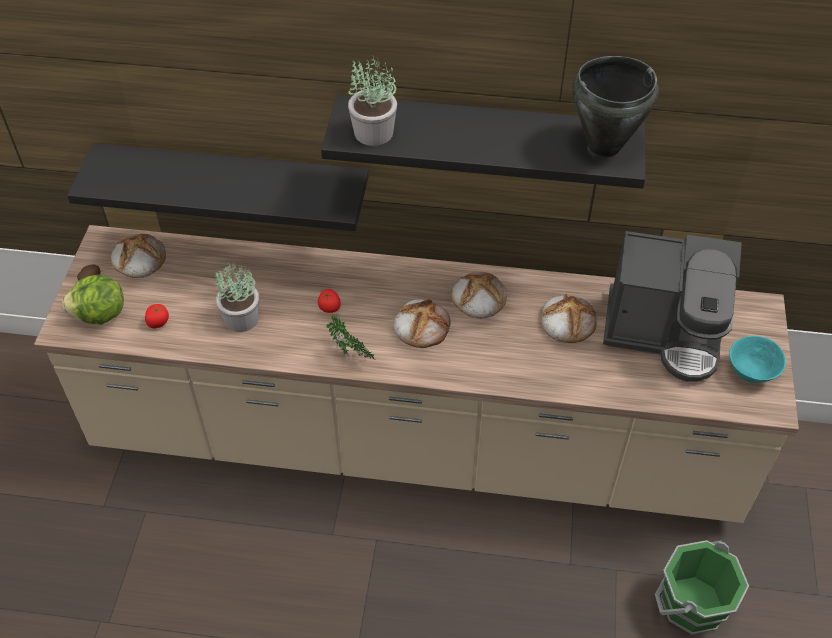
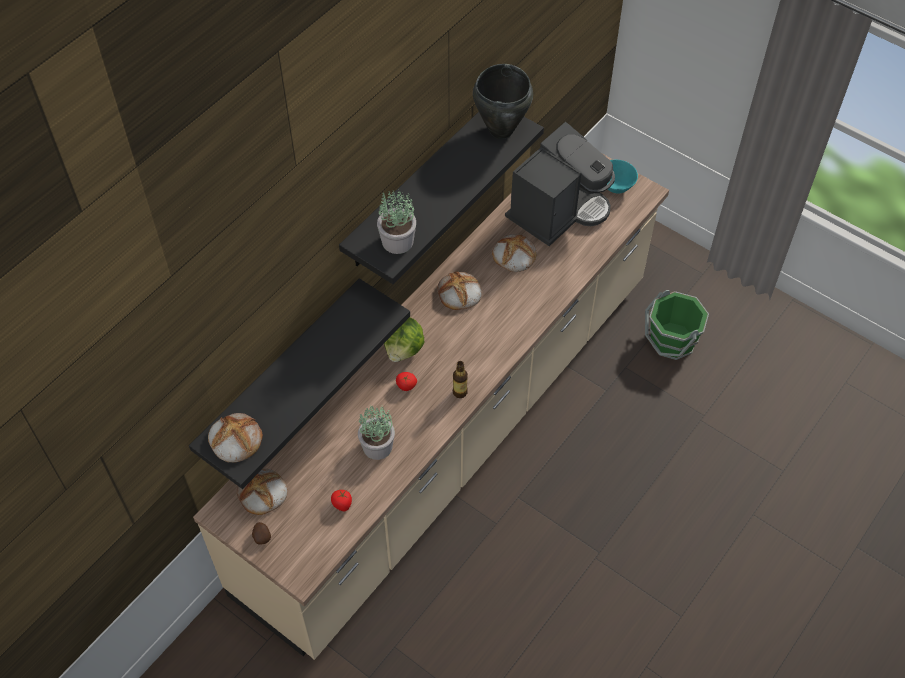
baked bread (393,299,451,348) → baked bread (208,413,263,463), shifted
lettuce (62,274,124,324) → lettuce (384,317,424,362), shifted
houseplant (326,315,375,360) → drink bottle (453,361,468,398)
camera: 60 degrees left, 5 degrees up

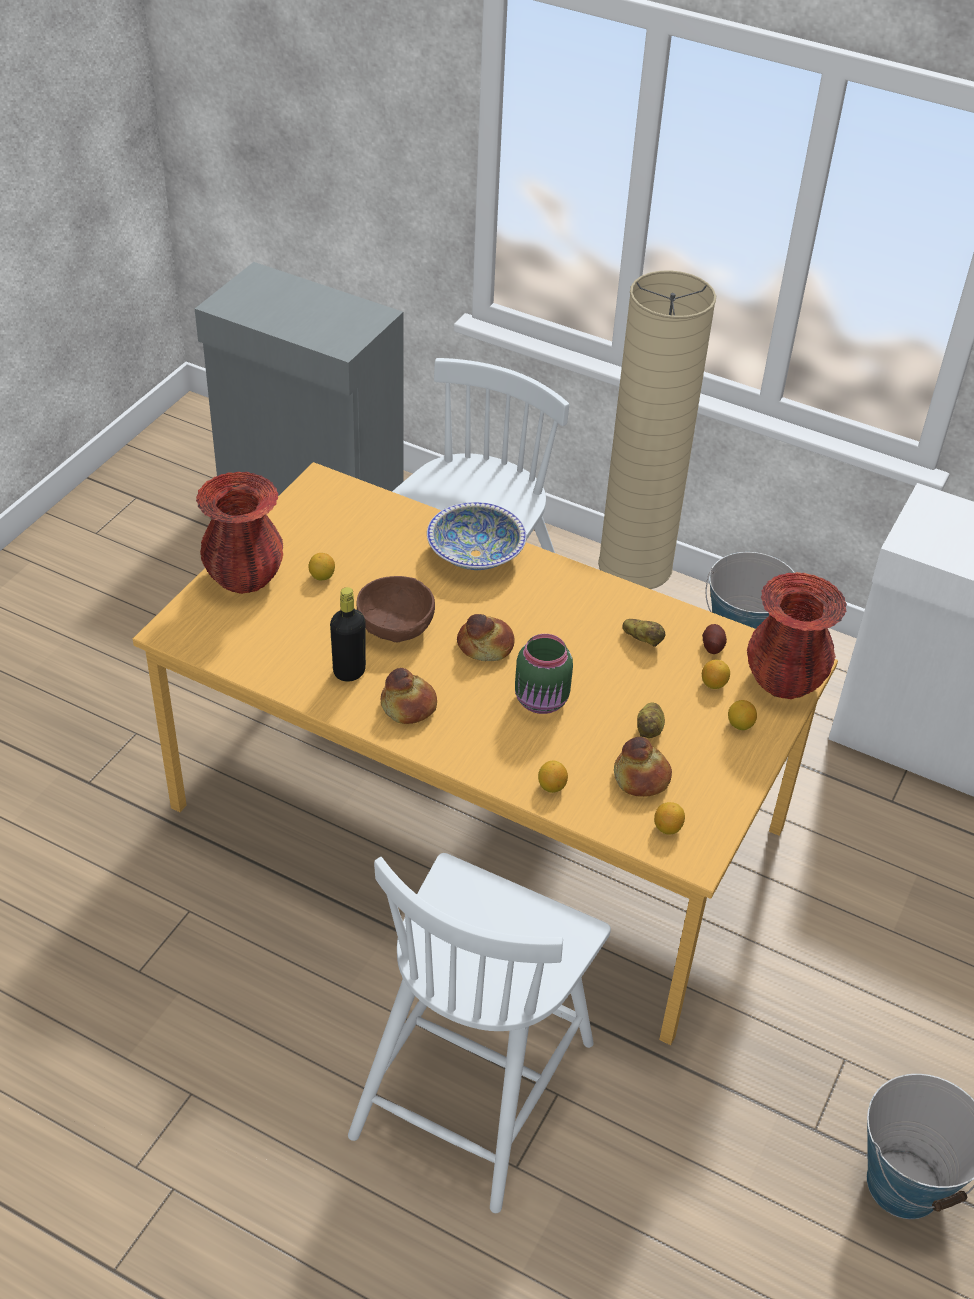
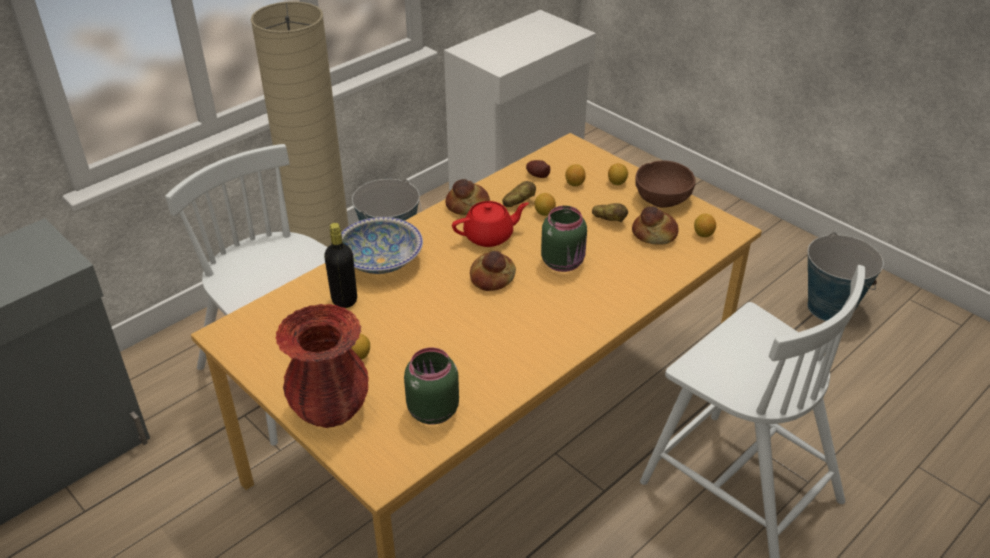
drink bottle/black-coloured (330,587,366,682) → drink bottle/black-coloured (324,223,357,308), shifted
- → jar/greenish (404,348,459,425)
baked bread (381,668,437,724) → baked bread (446,179,490,215), shifted
- → teapot/reddish (452,201,529,247)
citrus fruit (538,761,568,793) → citrus fruit (535,193,556,216), shifted
bowl/brownish (356,576,435,642) → bowl/brownish (635,160,696,208), shifted
flower vase/reddish (747,572,847,699) → -
camera: 70 degrees left, 5 degrees down

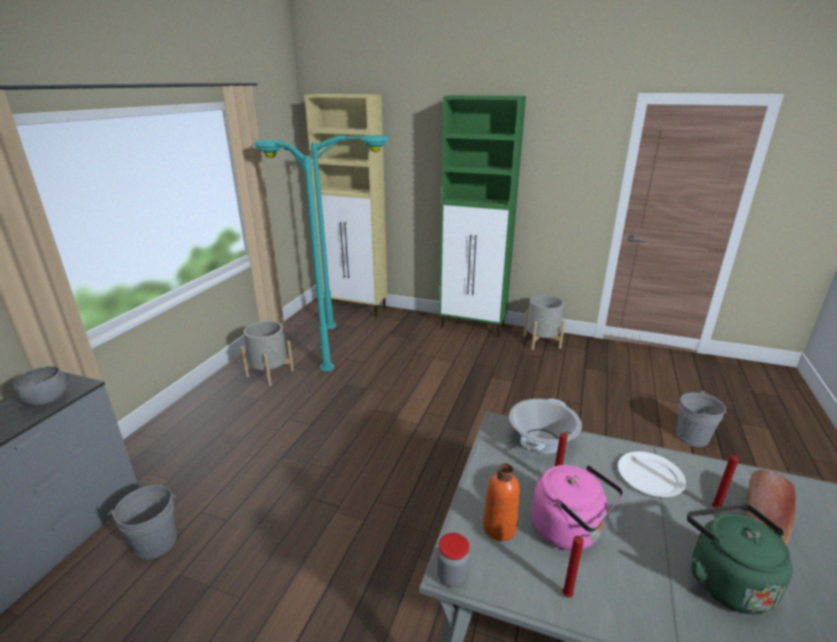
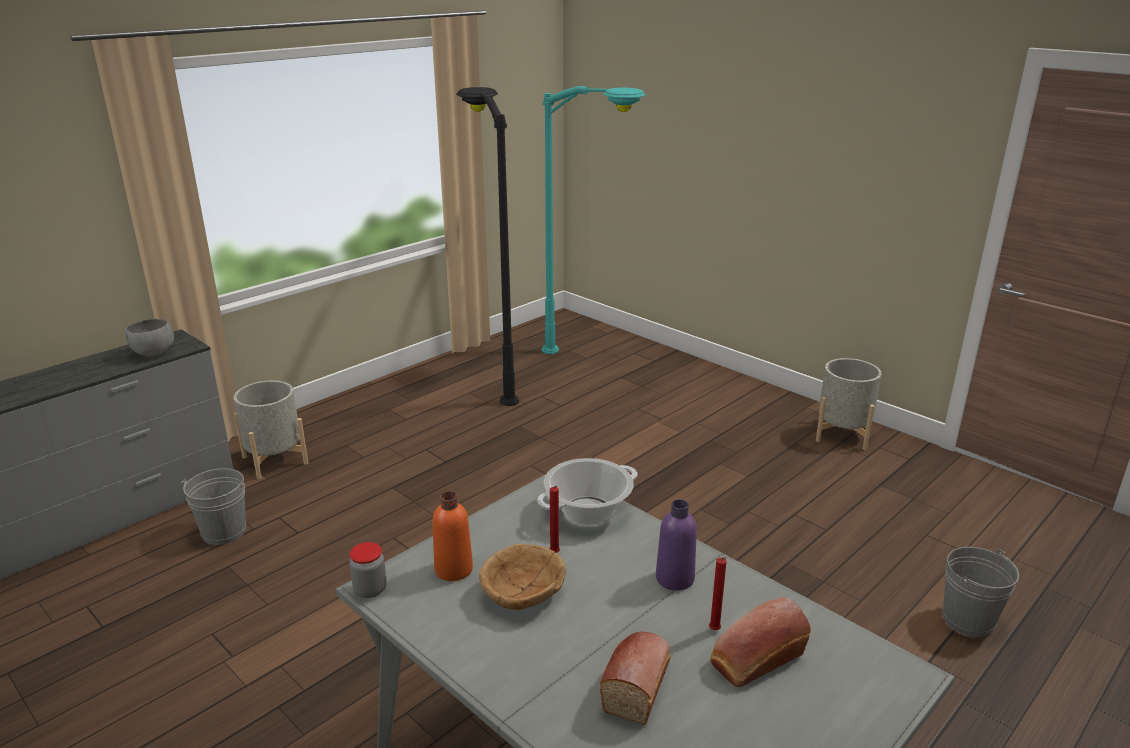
planter/grey (241,321,294,386) → planter/grey (234,380,308,479), shifted
floor lamp/turquoise (253,140,334,372) → floor lamp/black-coloured (456,87,519,406)
tea kettle/pinkish (532,465,623,550) → bowl/brownish (479,544,566,610)
tea kettle/greenish (687,504,792,614) → baked bread (600,632,671,725)
plate/white-coloured (618,452,686,497) → drink bottle/purple (656,499,697,591)
cupboard/beige (304,94,388,317) → -
cupboard/greenish (439,95,526,336) → -
wax light/reddish (562,534,591,598) → -
camera: 25 degrees right, 0 degrees up

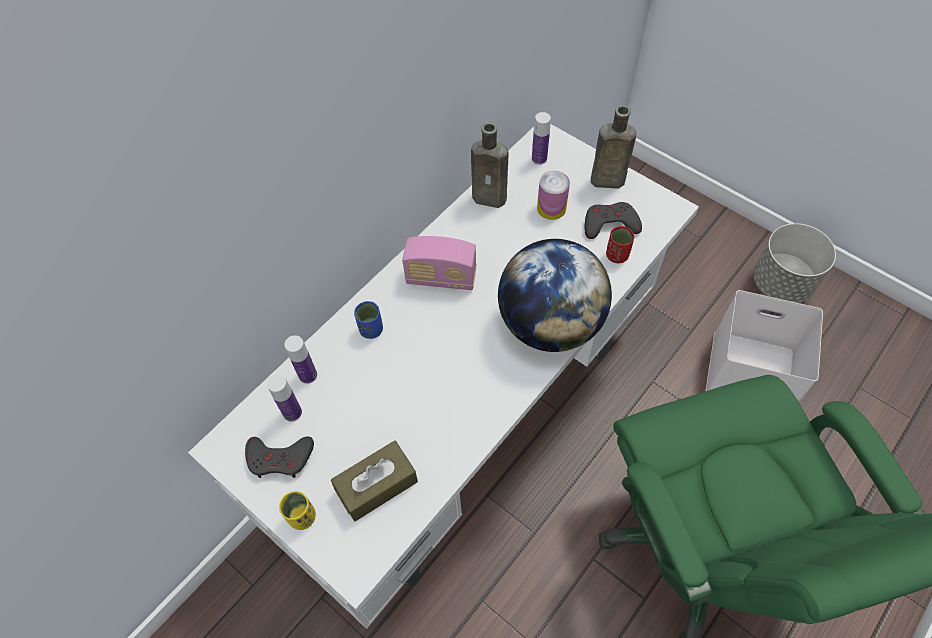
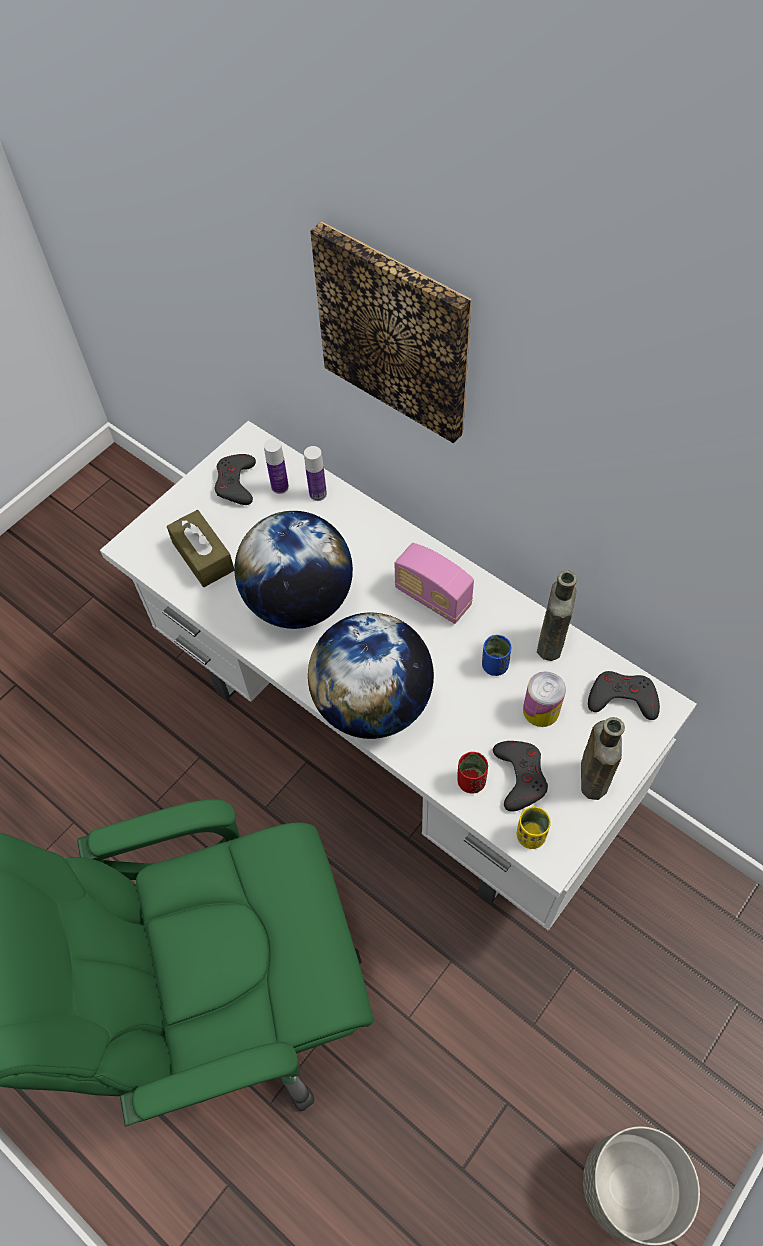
- → desk globe (234,511,353,629)
- → wall picture (310,221,472,443)
radio receiver (402,236,477,290) → radio receiver (394,543,474,624), 60 degrees counterclockwise
small cup/blue-coloured (354,301,383,339) → small cup/blue-coloured (482,635,511,676), shifted
small cup/yellowish (279,491,316,530) → small cup/yellowish (517,806,551,849), shifted
drink bottle (532,112,551,165) → game controller/grey (588,671,660,720)
storage box/white-coloured (705,290,823,402) → -
camera: 90 degrees right, 0 degrees up

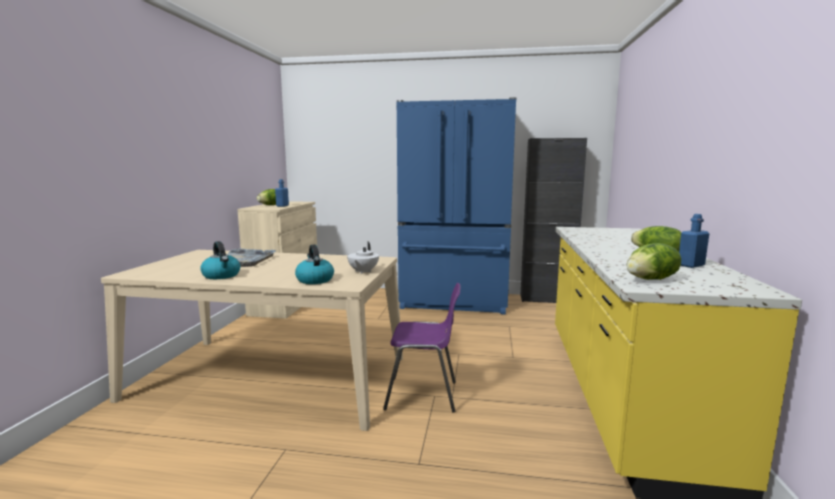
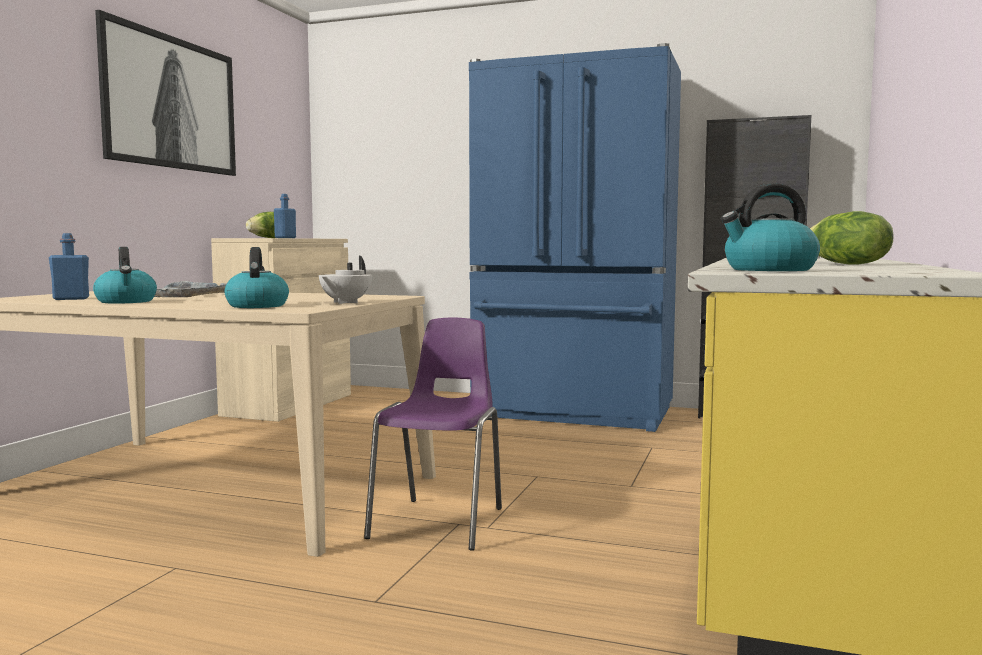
drink bottle/blue-coloured (679,214,709,268) → drink bottle/blue-coloured (49,233,89,300), shifted
- → wall picture (95,10,236,176)
upright chair/purple (383,283,460,413) → upright chair/purple (364,318,502,551), 90 degrees counterclockwise
lettuce (627,243,681,280) → tea kettle (721,183,820,271)
camera: 10 degrees right, 5 degrees down

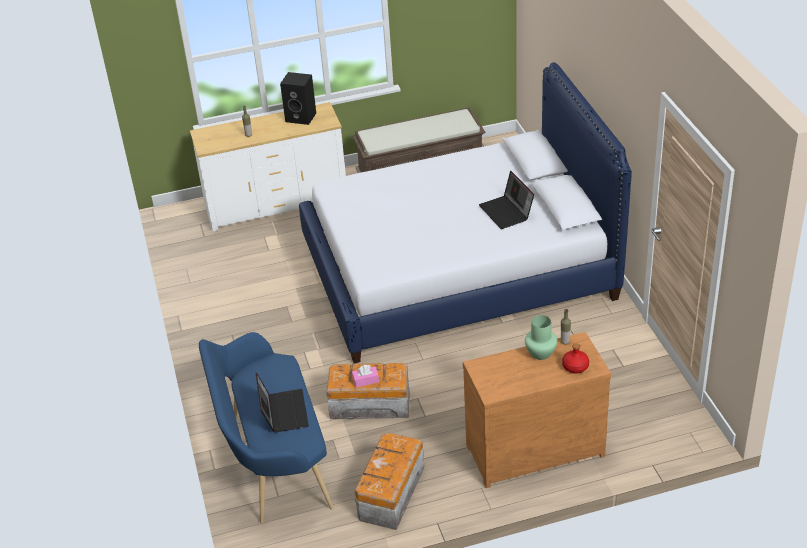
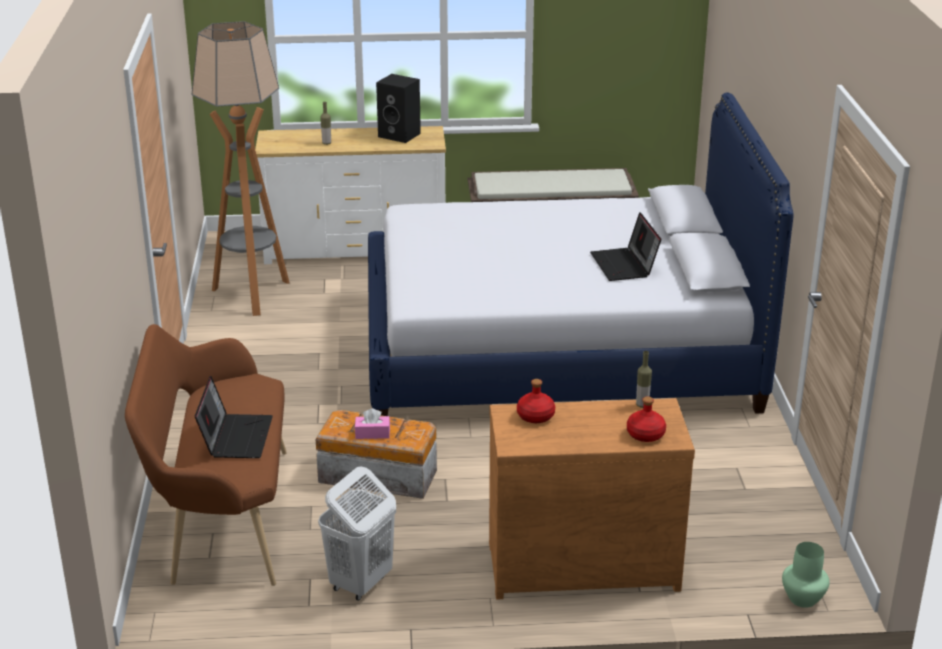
long seat/blue-coloured (199,332,333,523) → long seat/brownish (125,324,287,586)
- → floor lamp (191,21,290,316)
storage box (355,432,424,530) → washing basket/white-coloured (318,466,396,601)
- → drink bottle/reddish (517,379,555,423)
flower vase/greenish (525,315,557,360) → flower vase/greenish (782,542,830,608), shifted
camera: 10 degrees right, 10 degrees down

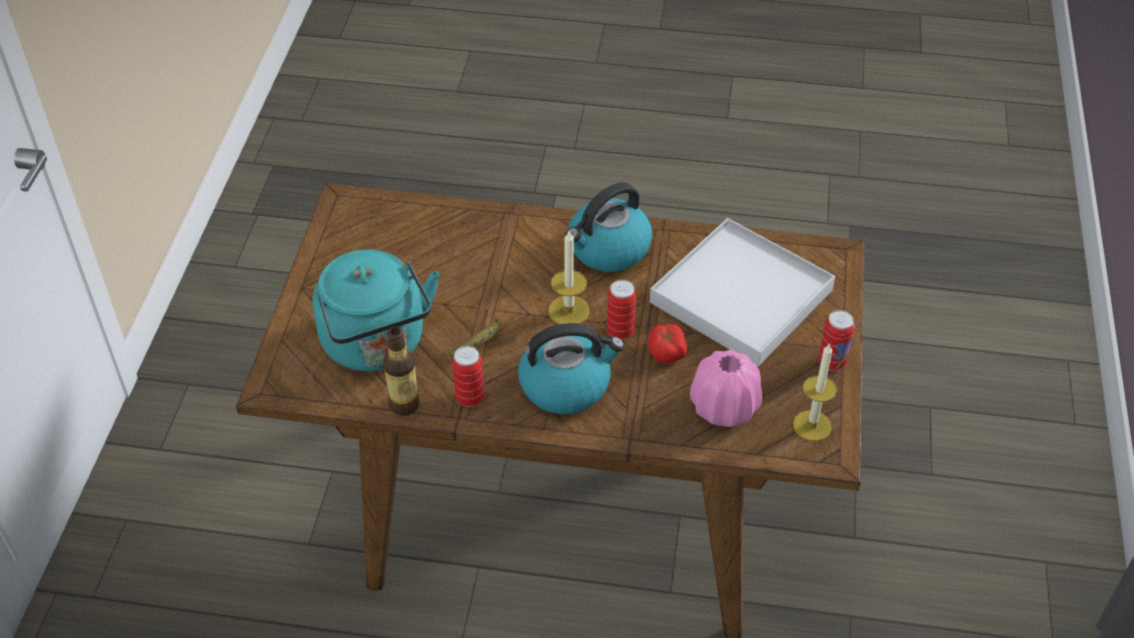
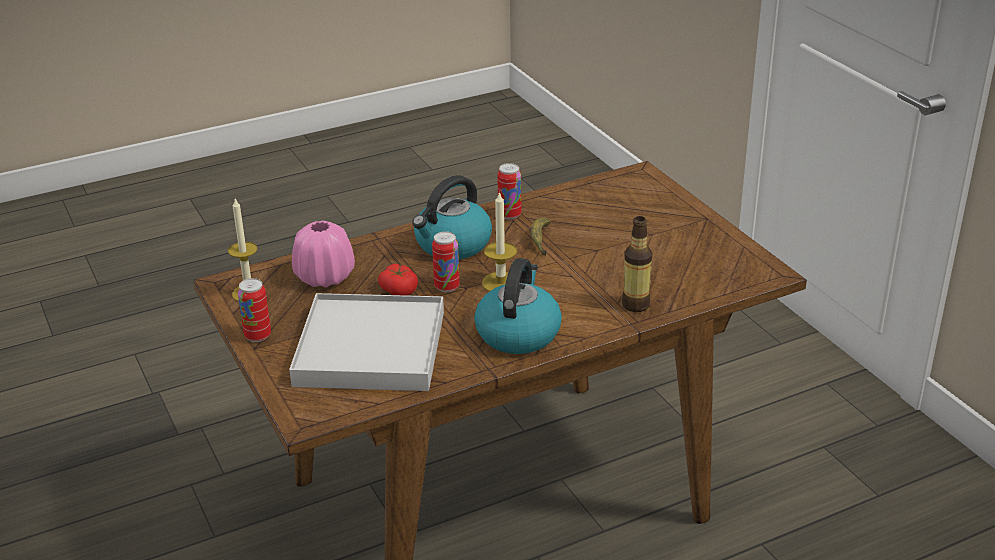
drink bottle (383,326,420,416) → drink bottle (622,216,653,312), shifted
tea kettle/turquoise (312,249,439,371) → -
camera: 145 degrees right, 15 degrees down

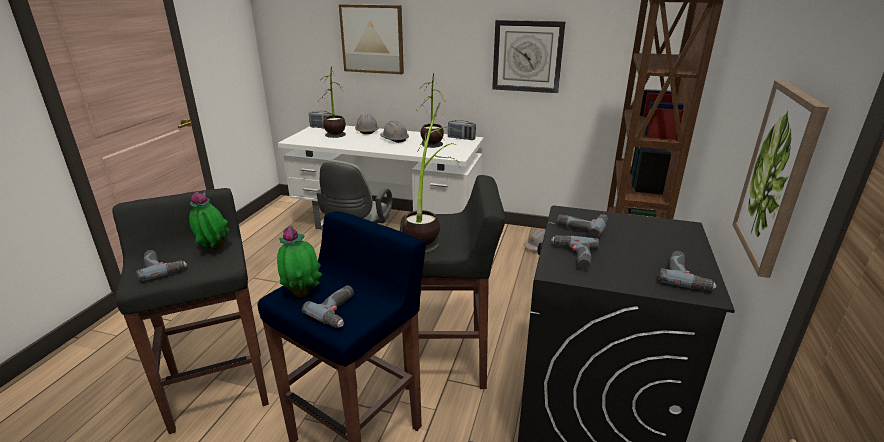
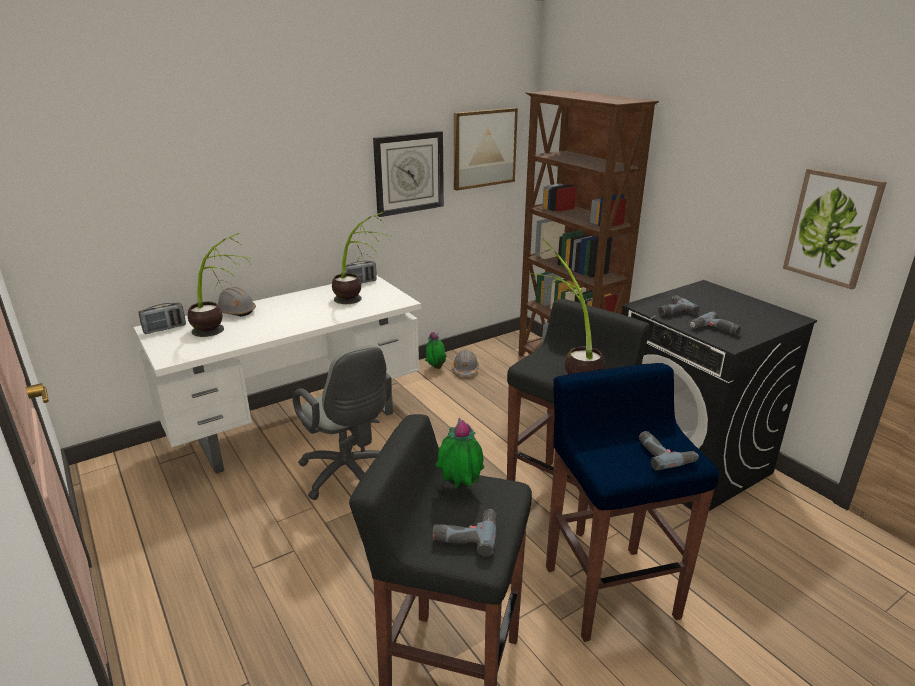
houseplant (277,226,322,297) → houseplant (425,332,446,369), shifted
wall picture (339,4,404,74) → wall picture (454,108,518,191), shifted
work helmet/grey (380,121,409,143) → -
electric drill (658,251,716,291) → -
camera: 50 degrees left, 0 degrees up

